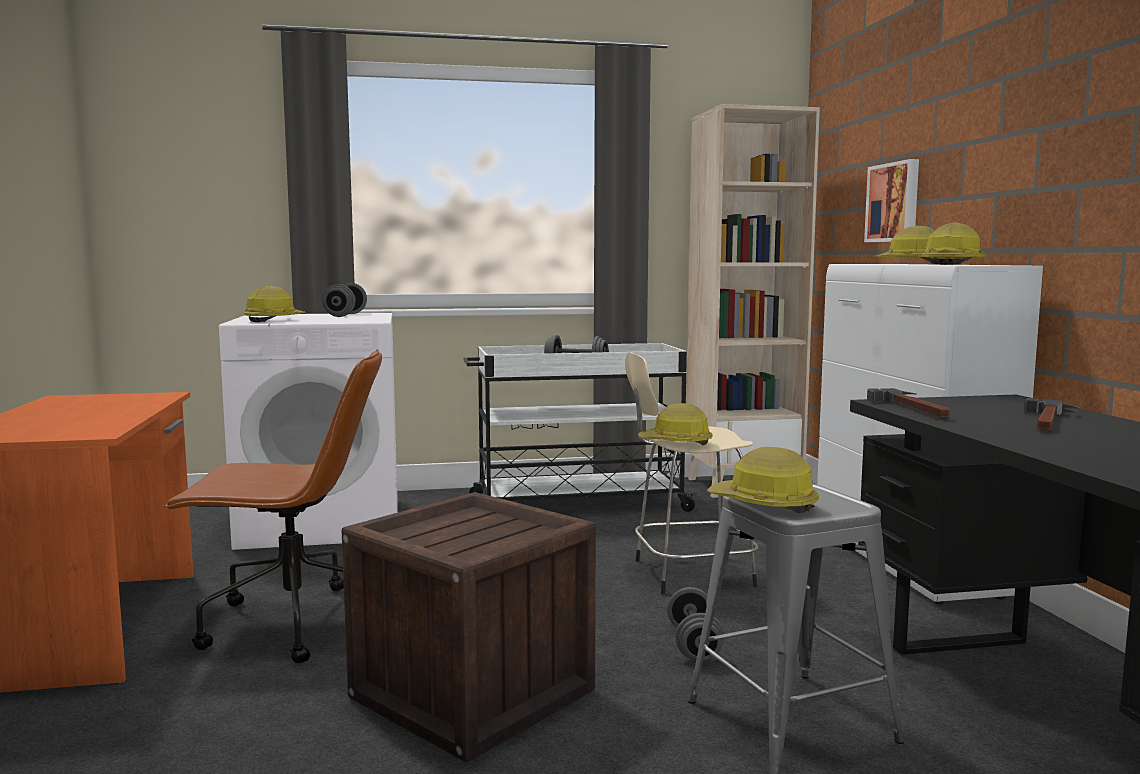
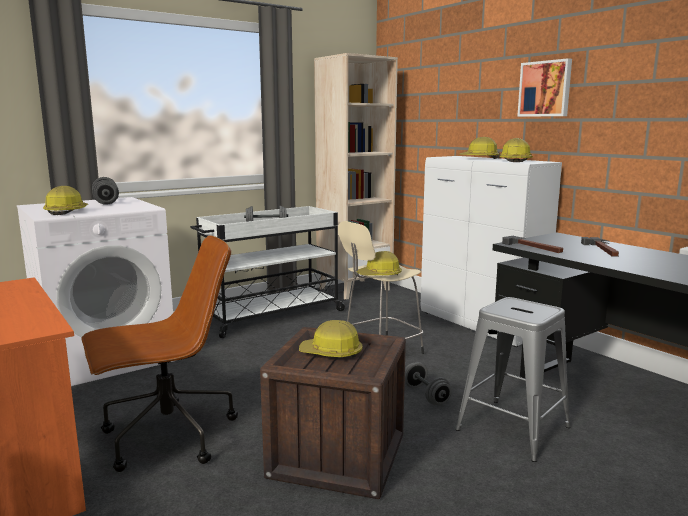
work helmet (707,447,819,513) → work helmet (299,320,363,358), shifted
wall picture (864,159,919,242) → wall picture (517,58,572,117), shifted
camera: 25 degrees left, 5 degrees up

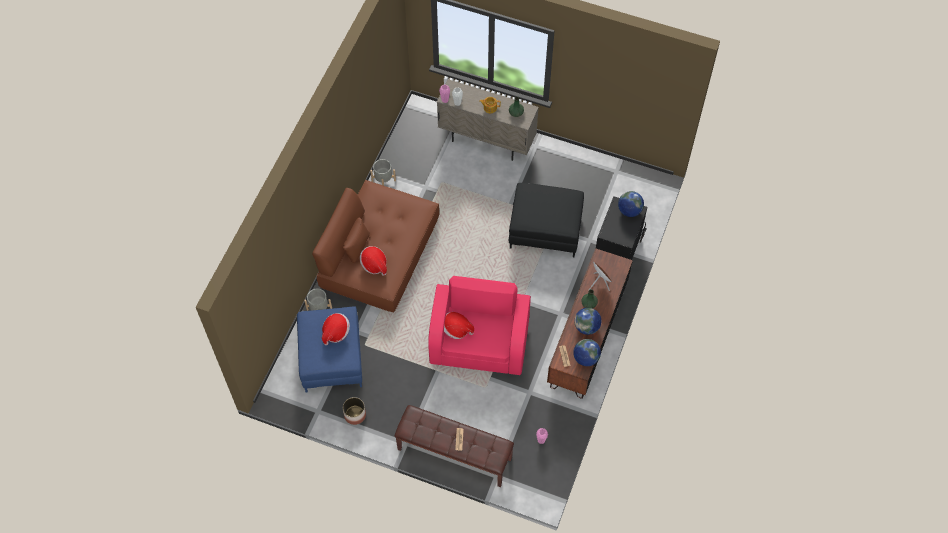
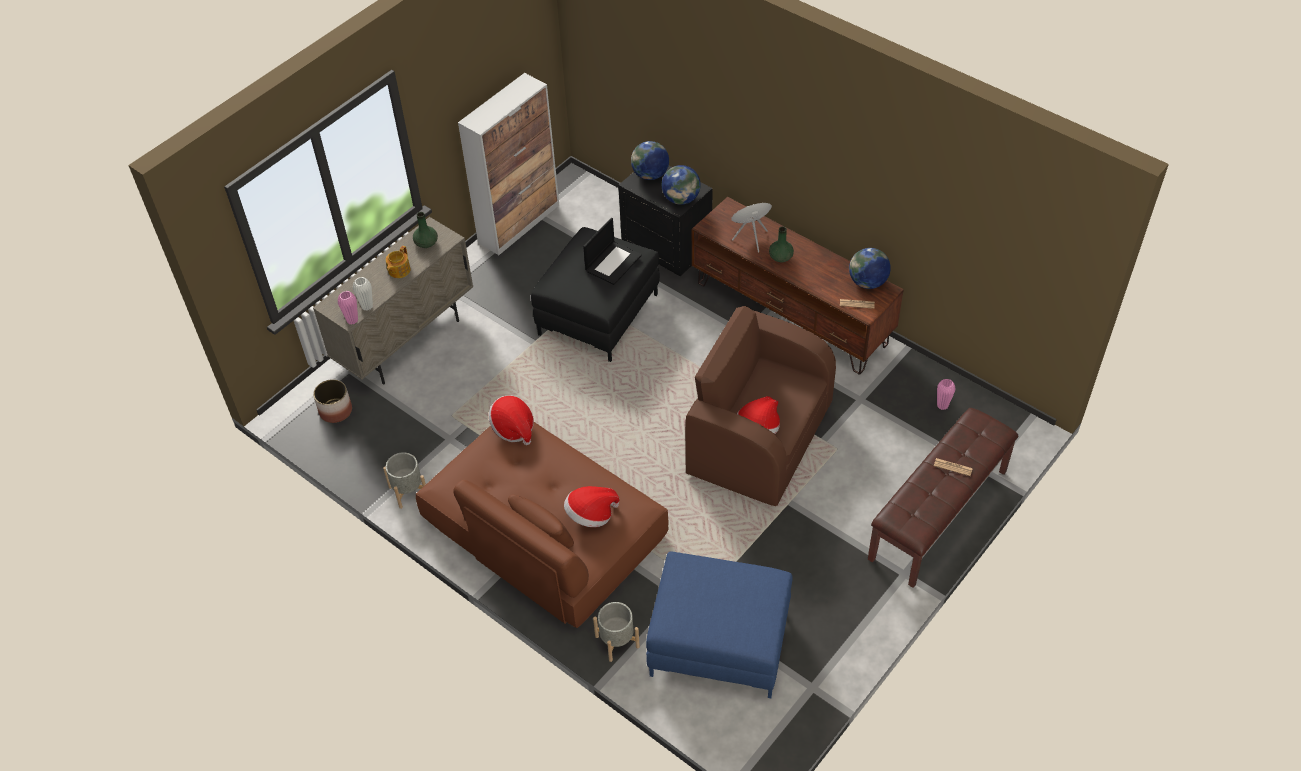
planter (343,397,366,425) → planter (313,379,352,423), shifted
- → cupboard (458,73,559,255)
hat (322,313,350,345) → hat (489,395,534,445), shifted
- → laptop (583,218,642,285)
desk globe (574,308,601,335) → desk globe (662,165,701,205), shifted
easy chair/pinkish (428,276,531,375) → easy chair/brownish (685,306,836,506)
camera: 70 degrees left, 10 degrees down

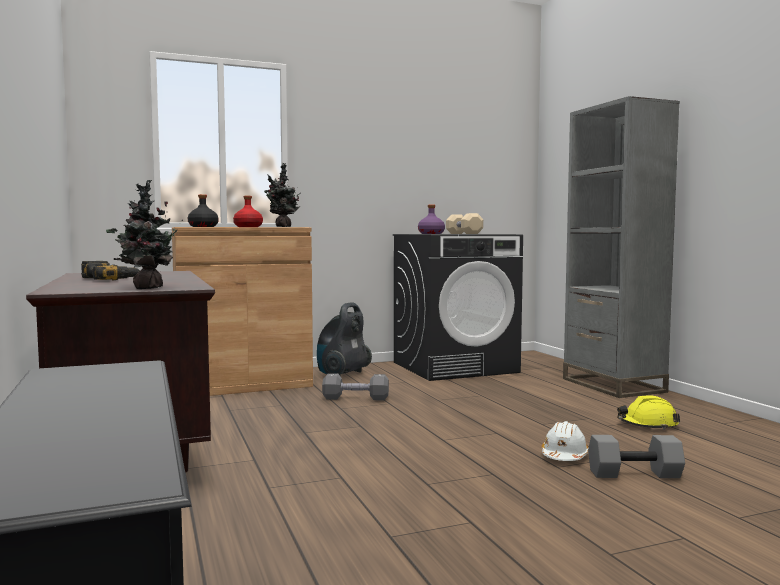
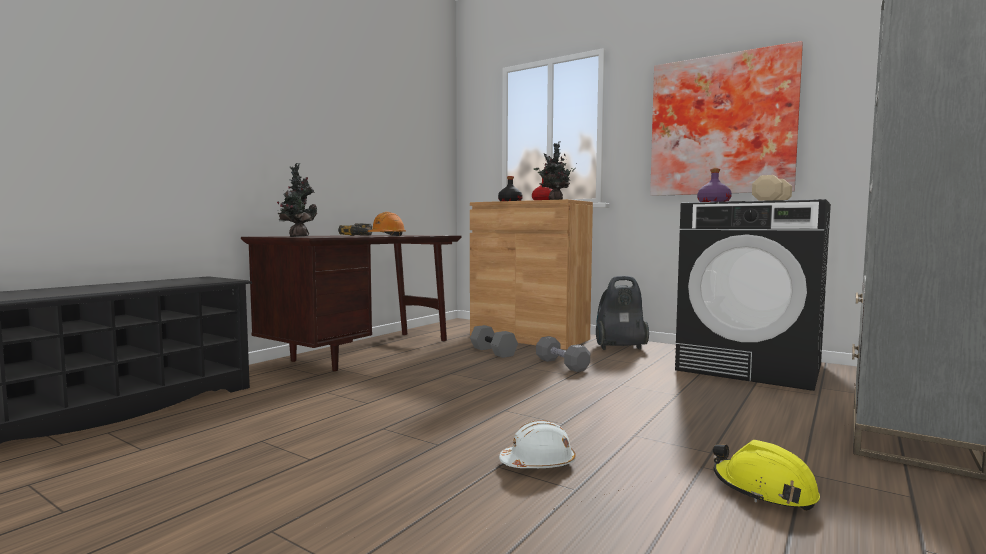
- → work helmet/orange-coloured (367,212,406,236)
free weight/grey (588,435,685,478) → free weight/grey (470,325,518,358), shifted
- → wall picture (650,41,803,196)
camera: 55 degrees right, 0 degrees up

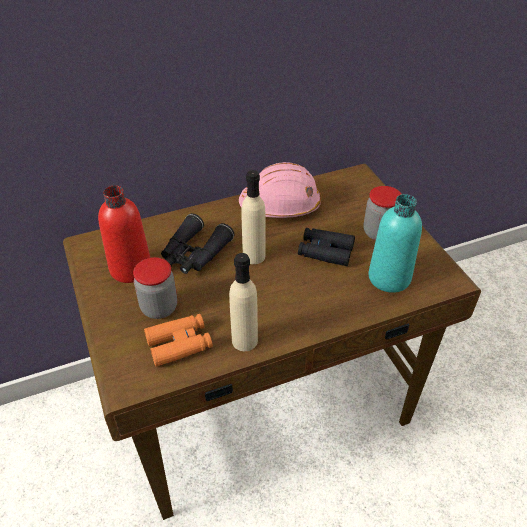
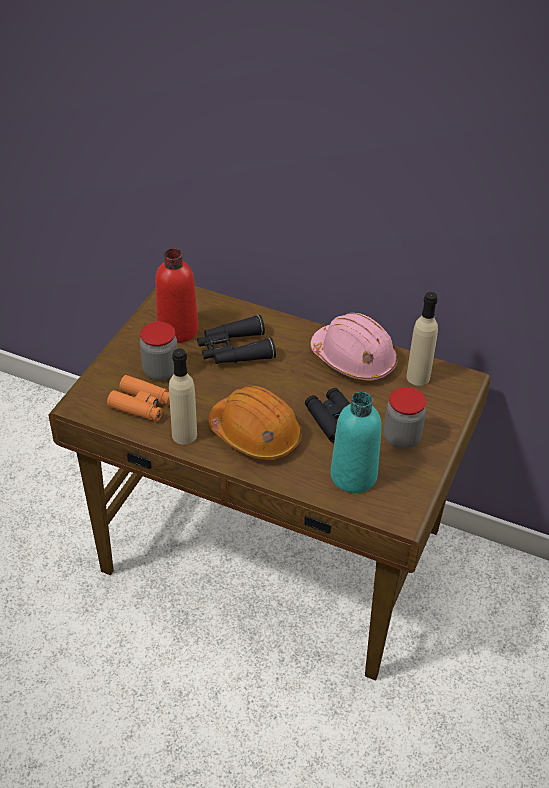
- → work helmet/orange-coloured (208,386,302,460)
drink bottle/beige (241,170,266,264) → drink bottle/beige (406,292,438,386), shifted
camera: 45 degrees right, 0 degrees up

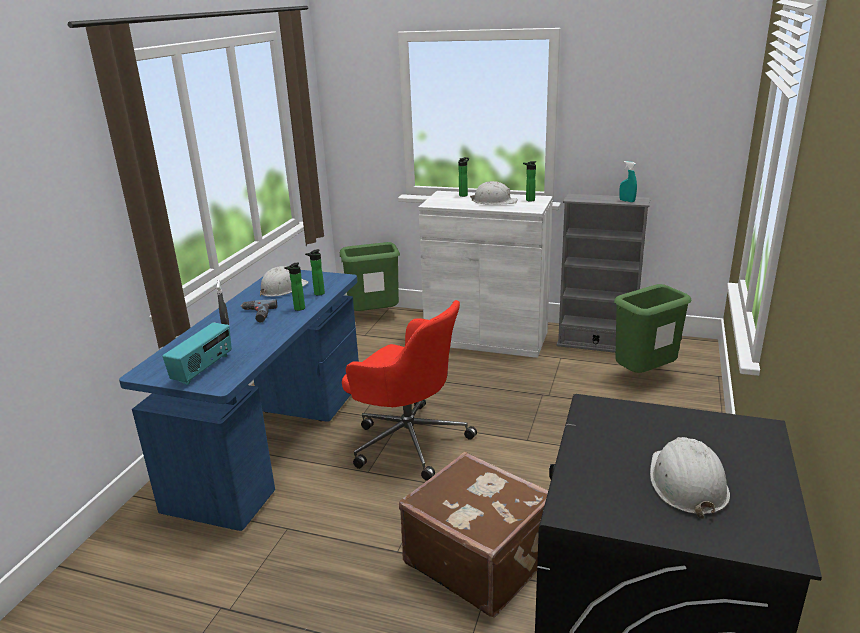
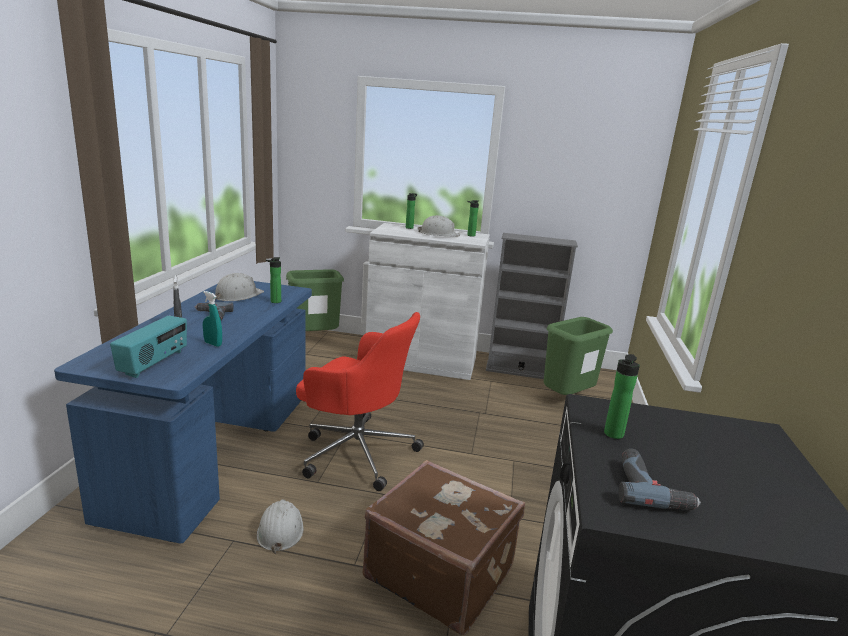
hand sprayer/turquoise (619,161,637,202) → hand sprayer/turquoise (203,291,222,347), shifted
work helmet/white-coloured (650,437,730,519) → work helmet/white-coloured (257,500,303,554), shifted
drink bottle (284,262,305,311) → drink bottle (604,354,640,439), shifted
- → electric drill (619,449,701,510)
camera: 10 degrees left, 5 degrees down

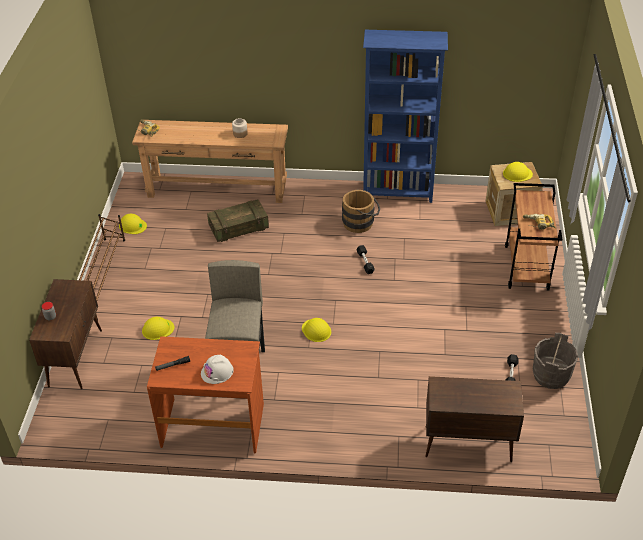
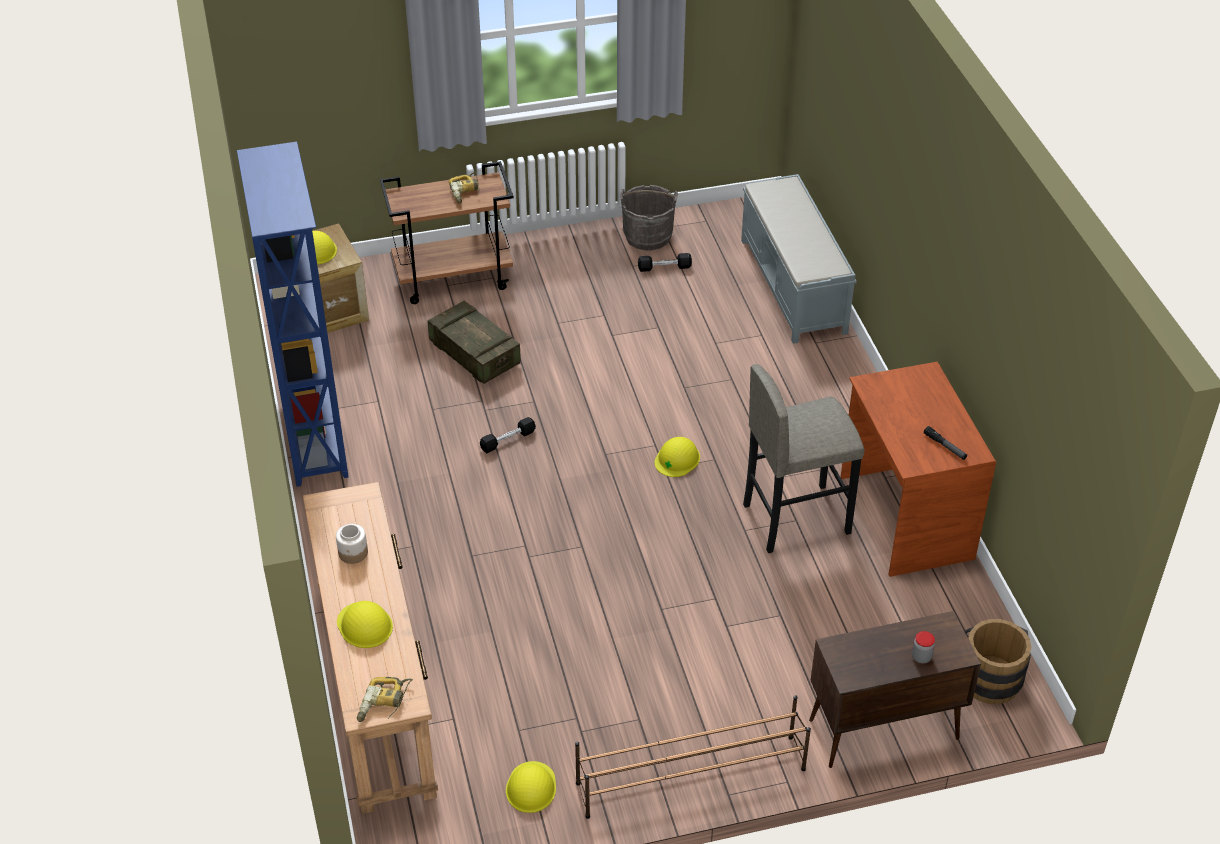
work helmet/yellowish (142,317,174,340) → work helmet/yellowish (337,601,393,648), shifted
packing crate (207,199,269,242) → packing crate (428,301,521,384), shifted
cupboard/brownish (425,376,524,462) → long seat/grey (741,174,857,344)
water bucket/brownish (342,189,380,233) → water bucket/brownish (964,619,1031,704), shifted
work helmet/white-coloured (201,355,234,384) → -
camera: 110 degrees left, 0 degrees up

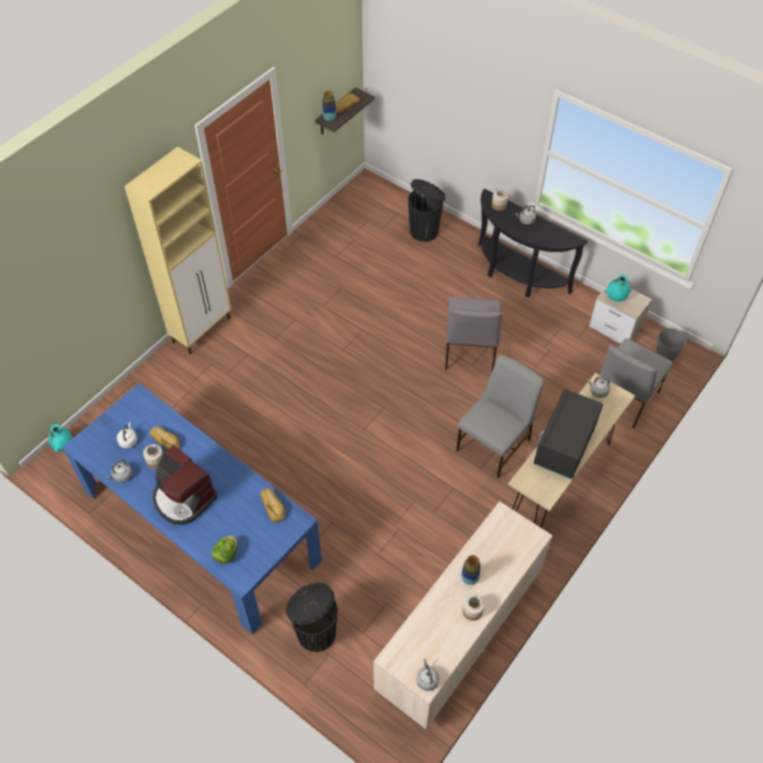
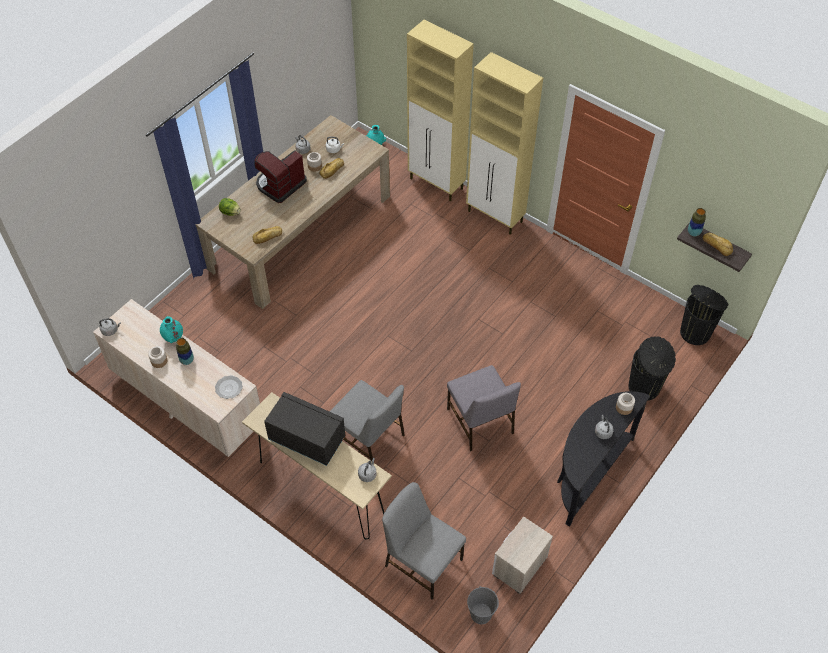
flower vase/turquoise (605,275,631,302) → flower vase/turquoise (160,316,183,343), shifted
kitchen table/blue-coloured (62,383,322,635) → kitchen table/beige (195,115,390,309)
- → plate (215,375,243,399)
- → cupboard/beige (407,19,474,201)
upright chair/grey (445,297,502,373) → upright chair/grey (447,365,521,451), 120 degrees counterclockwise
rubbish bin/black-coloured (286,582,338,652) → rubbish bin/black-coloured (680,285,728,345), shifted
camera: 90 degrees right, 0 degrees up

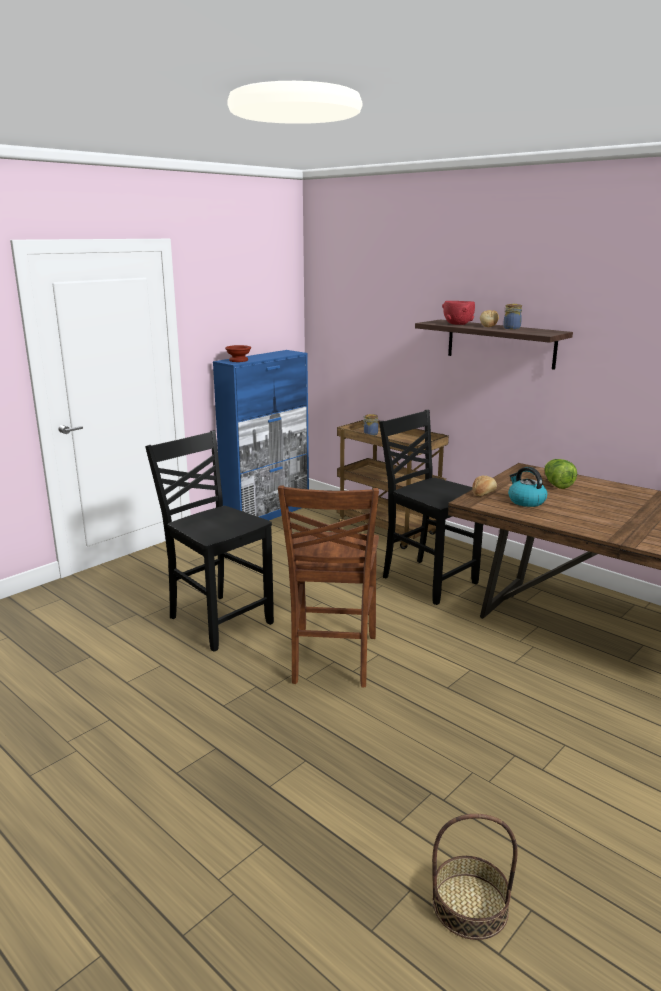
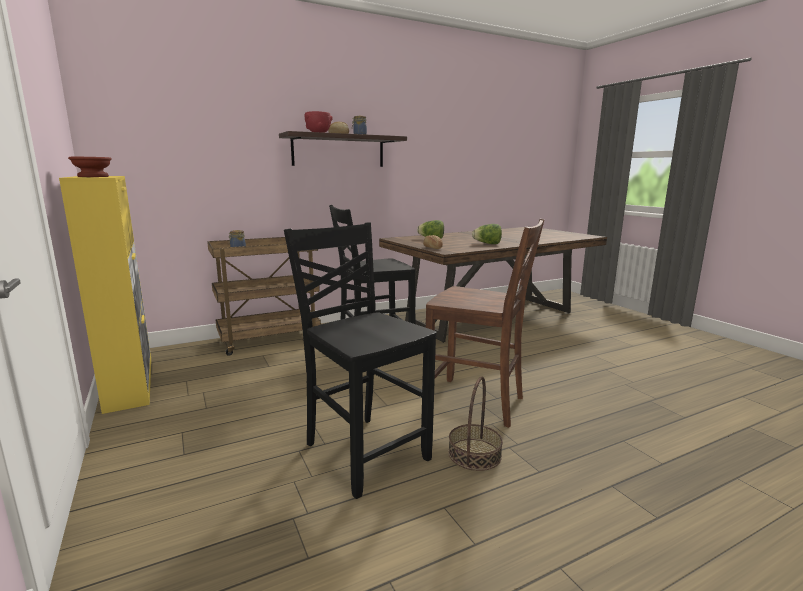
cupboard/blue-coloured (213,350,309,520) → cupboard/yellowish (59,176,151,414)
upright chair/black-coloured (145,430,274,652) → upright chair/black-coloured (284,222,437,499), 75 degrees clockwise
basket (432,814,518,940) → basket (448,376,503,471), shifted
- → lettuce (472,224,502,244)
tea kettle (508,467,547,507) → -
camera: 70 degrees left, 5 degrees down

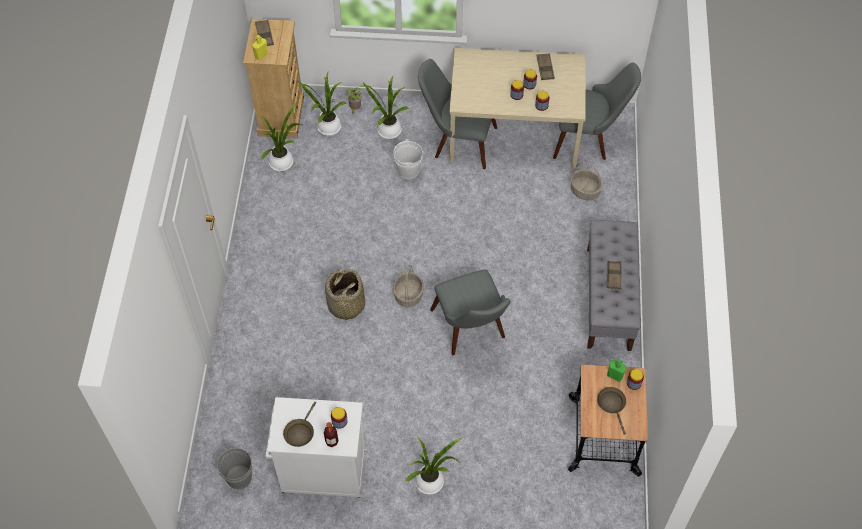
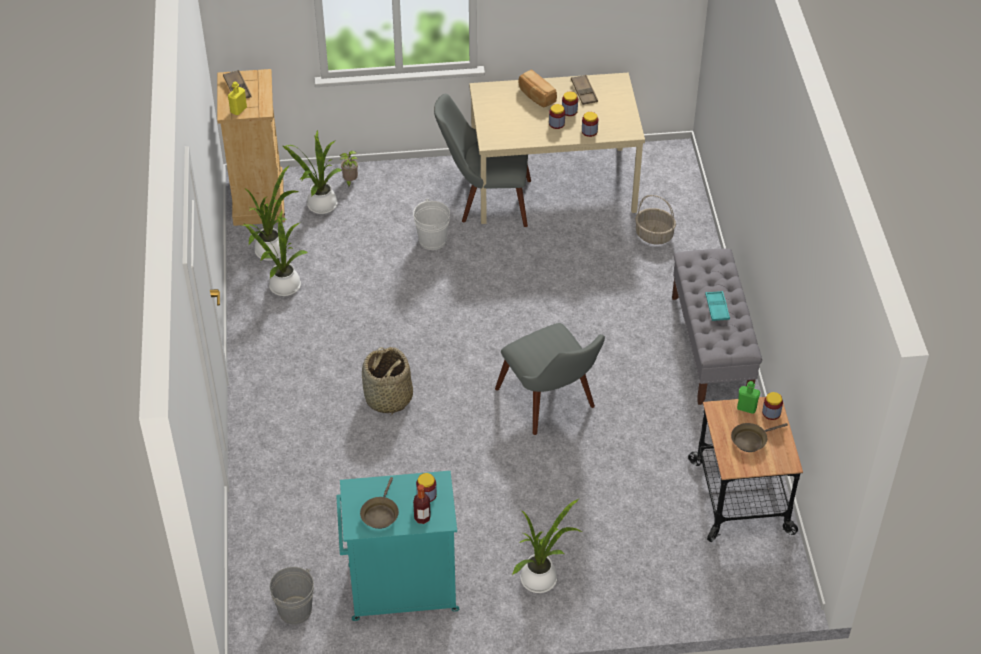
houseplant (362,76,409,139) → houseplant (242,211,308,296), shifted
cupboard/white-coloured (266,397,368,499) → cupboard/turquoise (336,471,459,621)
- → baked bread (518,69,557,107)
serving tray/brownish (607,261,622,289) → serving tray/turquoise (705,291,730,321)
pan/brownish (597,387,626,435) → pan/brownish (731,423,788,452), 90 degrees counterclockwise
basket (393,265,424,307) → -
upright chair/grey (553,63,641,160) → -
camera: 10 degrees left, 10 degrees down

